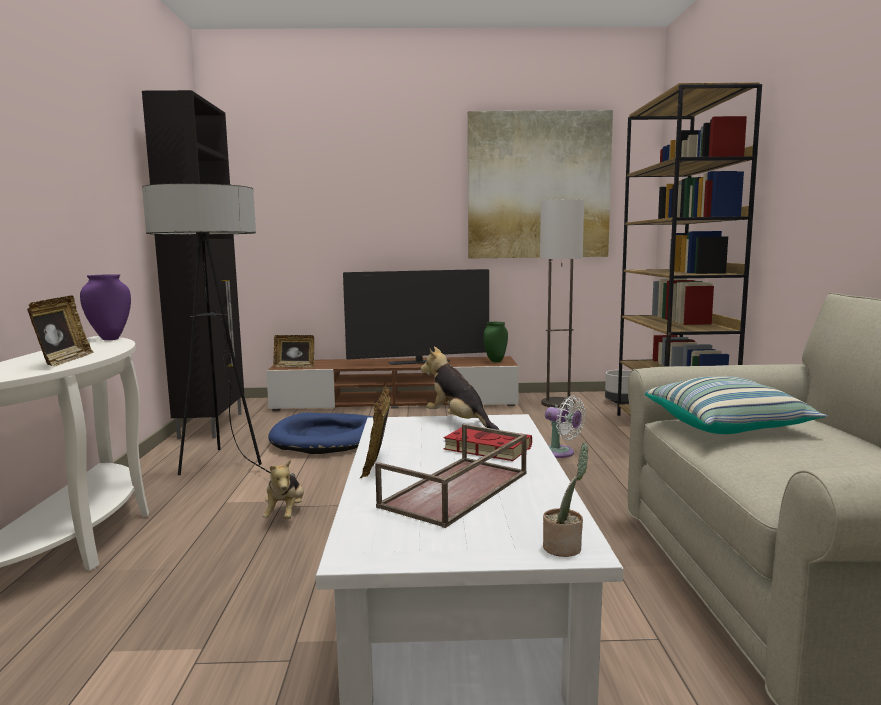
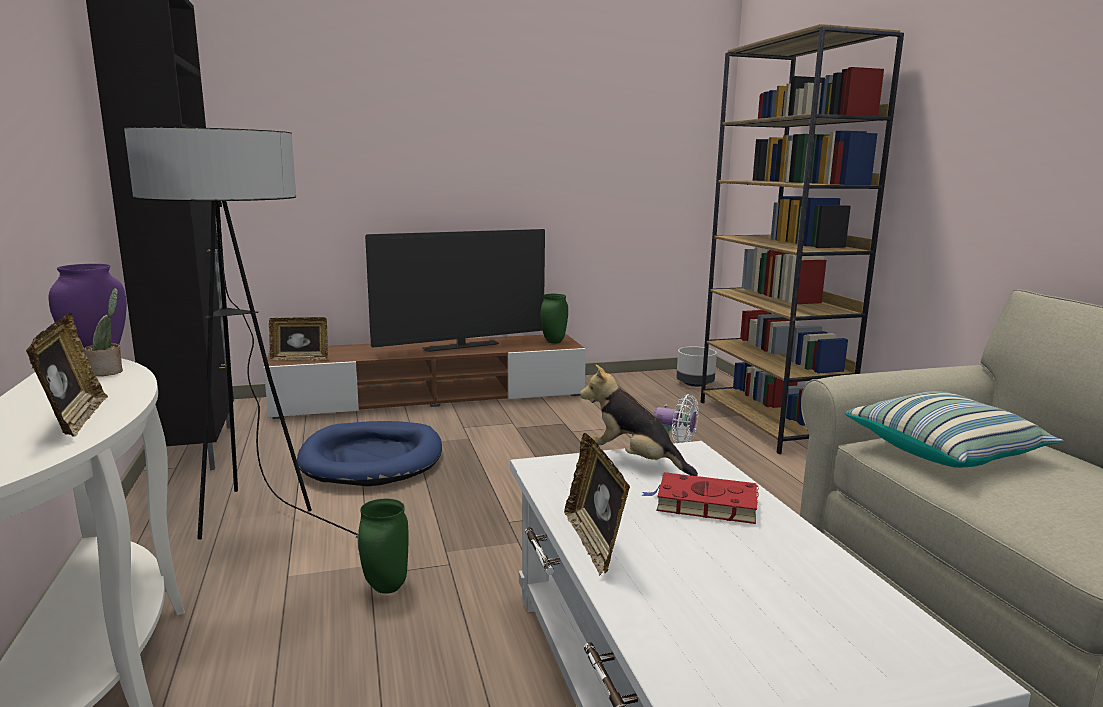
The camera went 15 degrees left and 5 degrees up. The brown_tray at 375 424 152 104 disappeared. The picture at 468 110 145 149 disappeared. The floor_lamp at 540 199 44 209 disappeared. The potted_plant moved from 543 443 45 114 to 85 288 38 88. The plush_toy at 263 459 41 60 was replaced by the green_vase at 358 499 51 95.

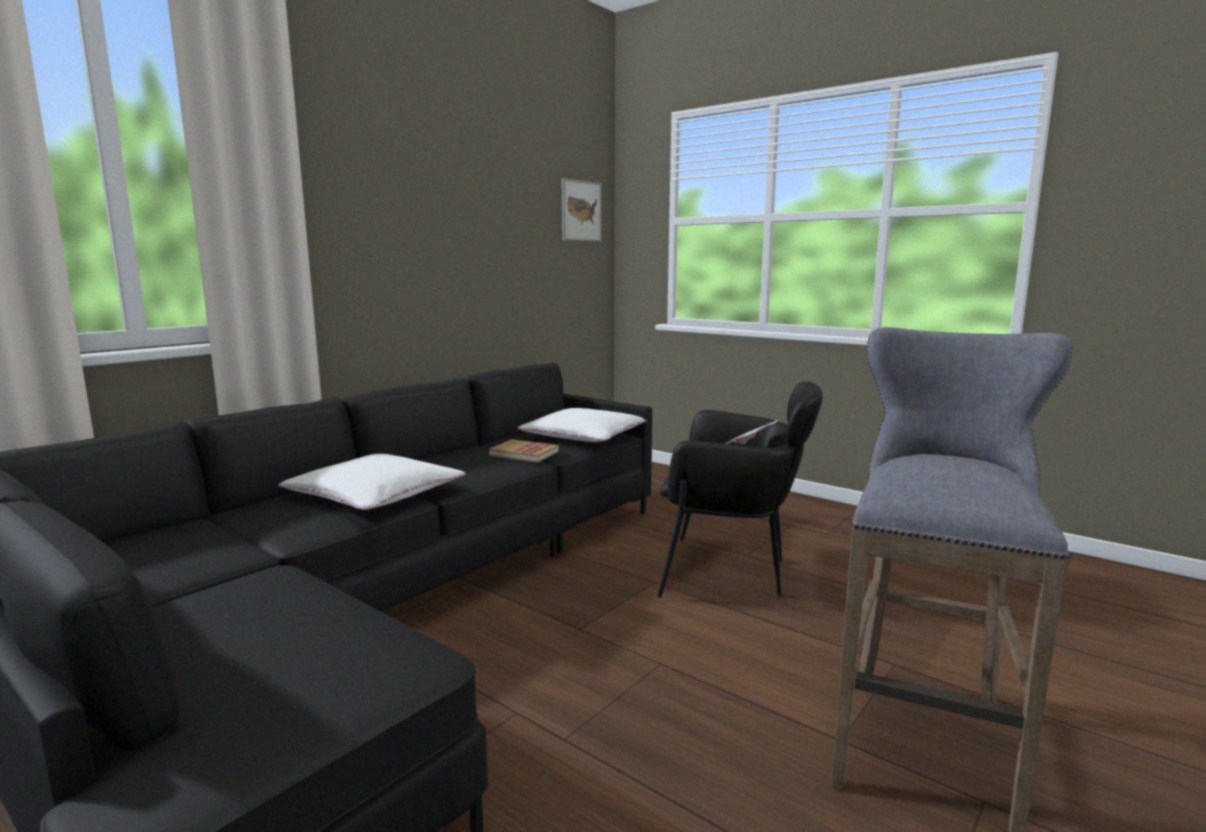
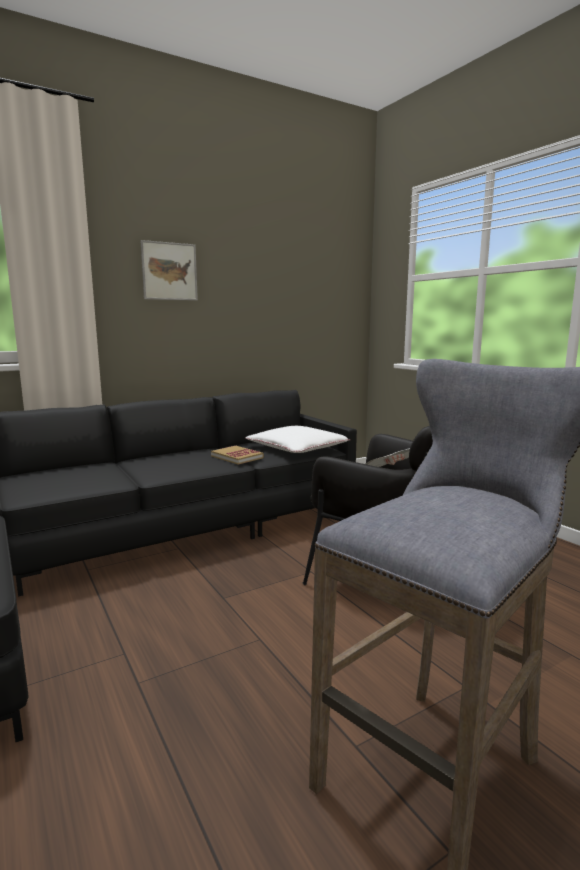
The camera went 20 degrees right and 0 degrees up. The white_pillow at 278 454 188 56 disappeared. The picture moved from 562 178 39 63 to 140 240 58 61.

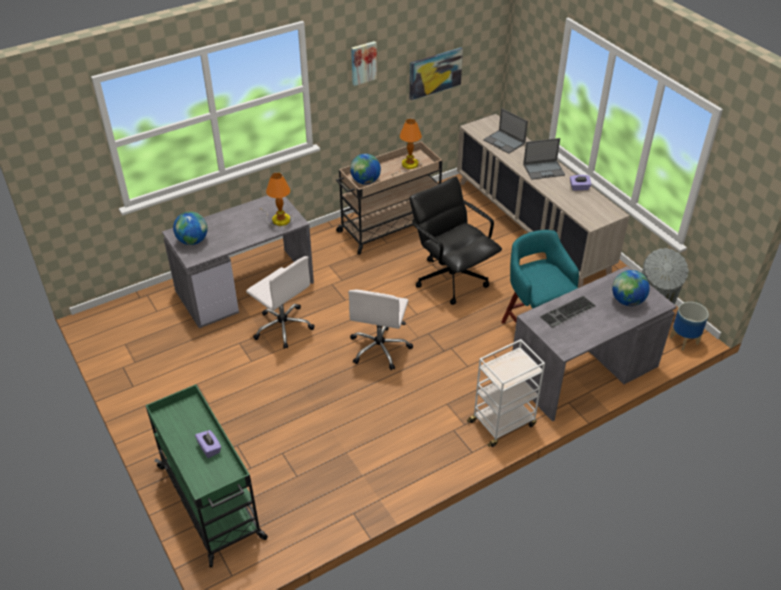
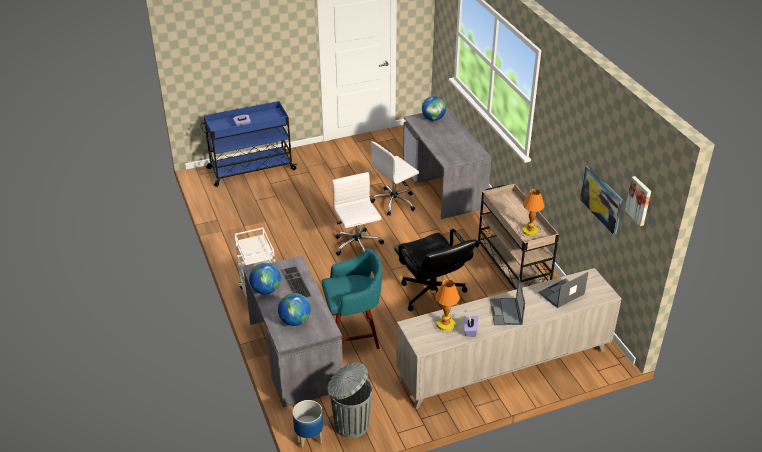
The camera went 100 degrees right and 5 degrees down. The table_lamp moved from 260 172 33 56 to 433 280 34 53. The globe moved from 350 154 31 31 to 249 263 32 31. The picture moved from 351 41 26 45 to 625 176 26 50. The green_cart at 146 384 122 183 became the blue_cart at 199 101 98 86. The white_office_chair at 348 289 65 81 turned 45 degrees clockwise. The black_office_chair at 409 176 93 129 turned 90 degrees clockwise.

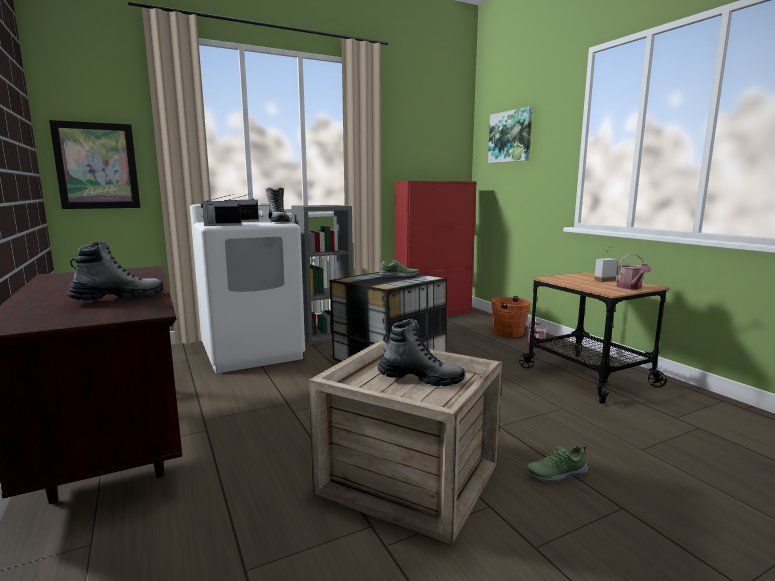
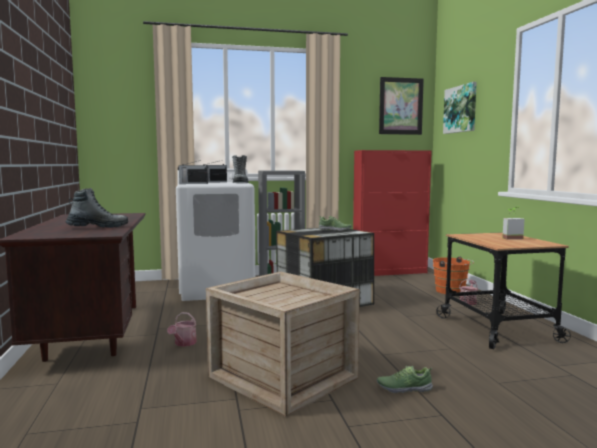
The camera went 15 degrees right and 5 degrees down. The boot at 378 319 87 67 disappeared. The picture moved from 49 120 92 89 to 379 77 45 58. The watering_can moved from 616 254 36 35 to 167 312 30 35.

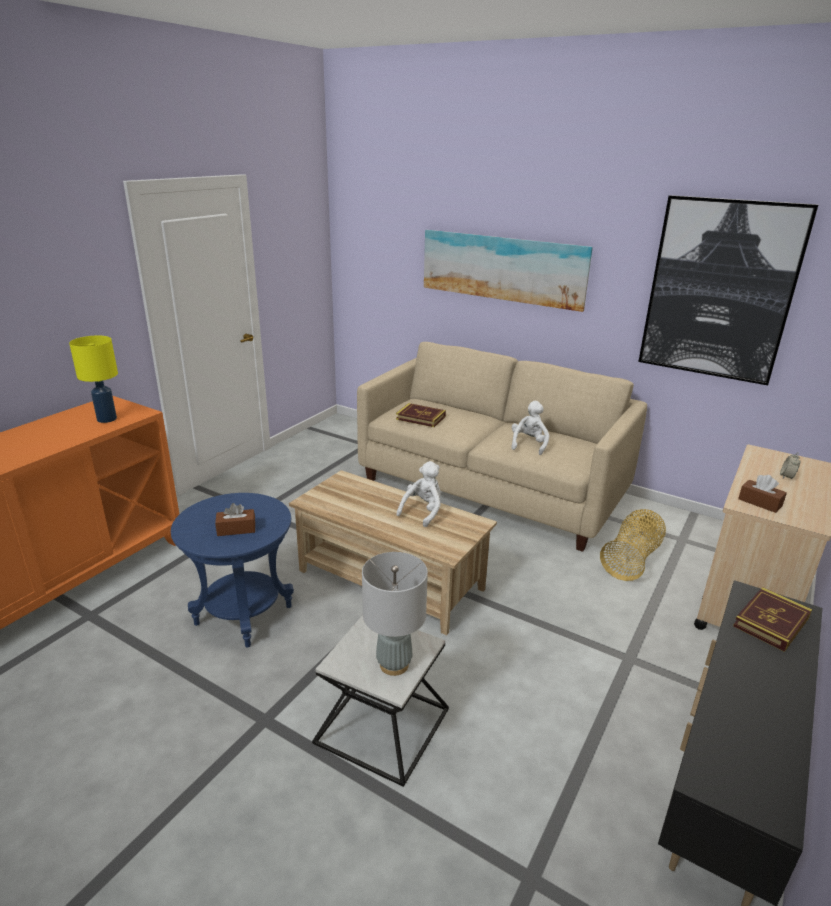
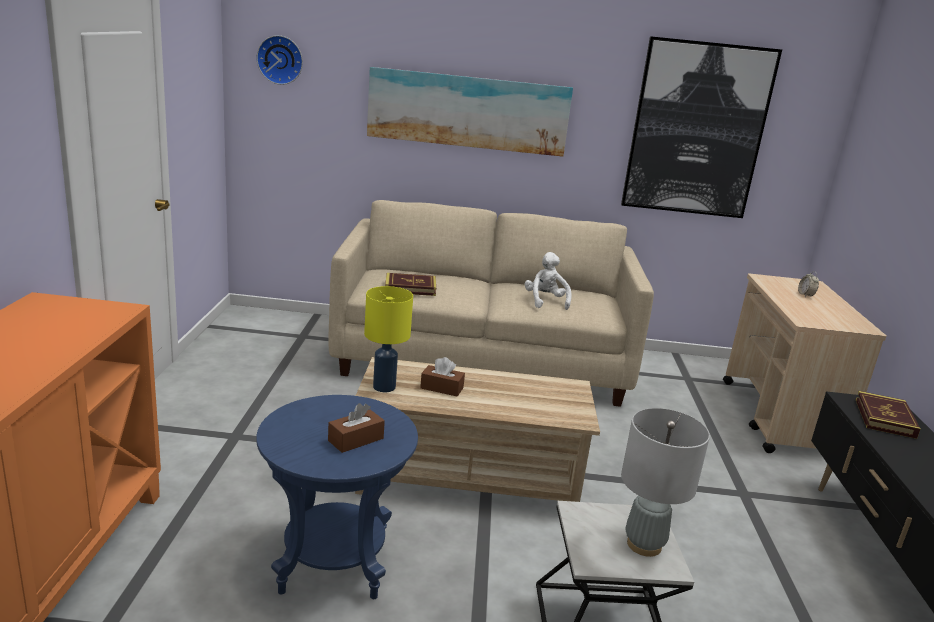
The camera went 30 degrees left and 5 degrees down. The white_plush_toy at 396 461 45 66 disappeared. The basket at 600 509 66 72 disappeared. The wall_clock at 257 35 46 50 appeared. The yellow_table_lamp moved from 69 335 49 88 to 364 286 49 106. The brown_tissue_box moved from 738 475 49 38 to 420 357 45 39.

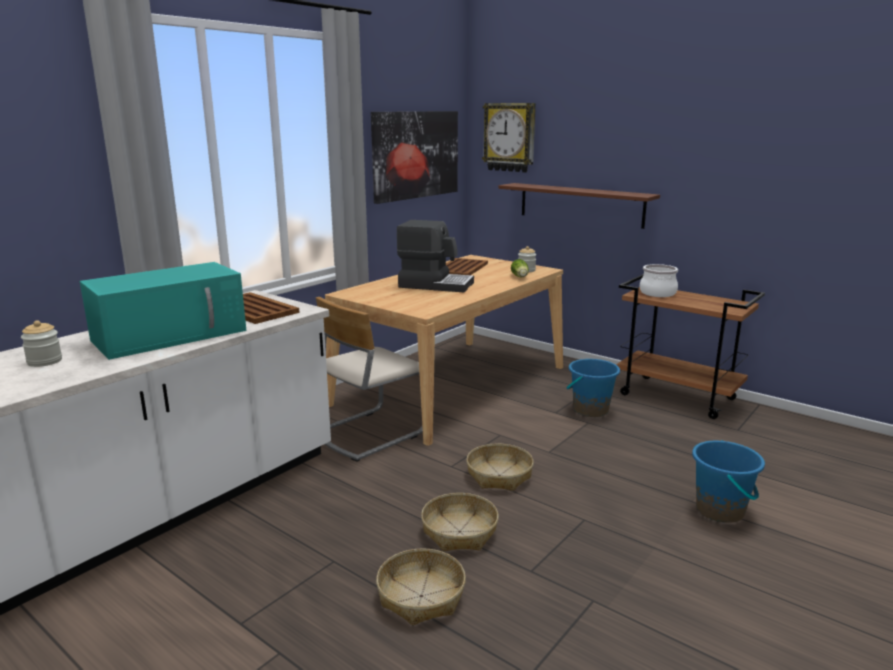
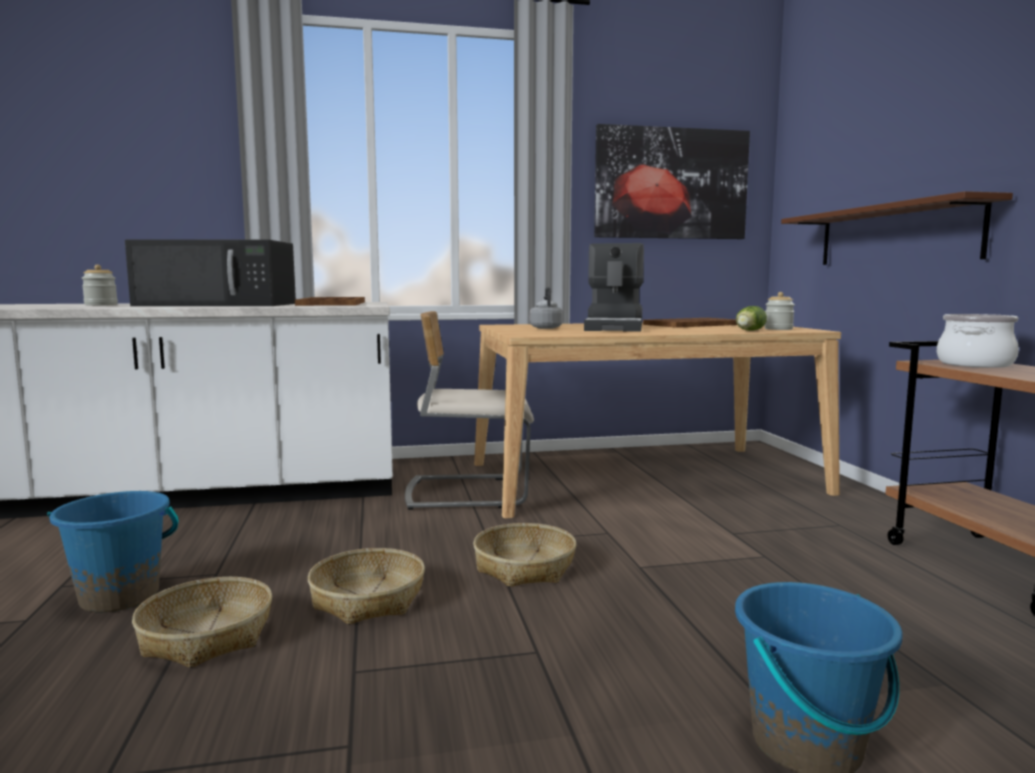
The camera went 40 degrees right and 10 degrees down. The wall_clock at 482 103 54 69 disappeared. The grey_kettle at 530 287 33 42 appeared. The blue_bucket moved from 566 359 54 58 to 47 491 132 121. The turquoise_microwave at 80 262 166 98 became the black_microwave at 125 239 171 67. The coffee_machine at 397 220 77 72 turned 45 degrees clockwise.

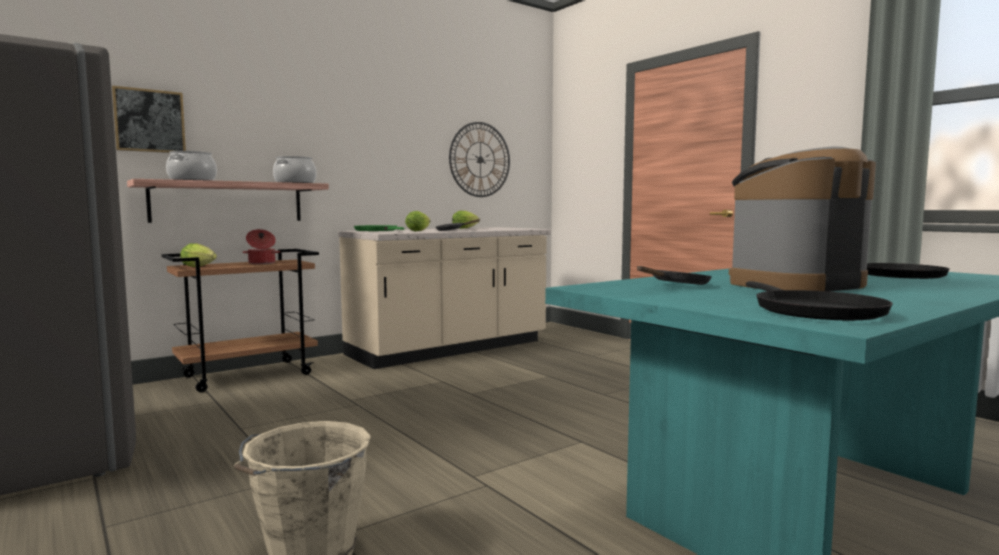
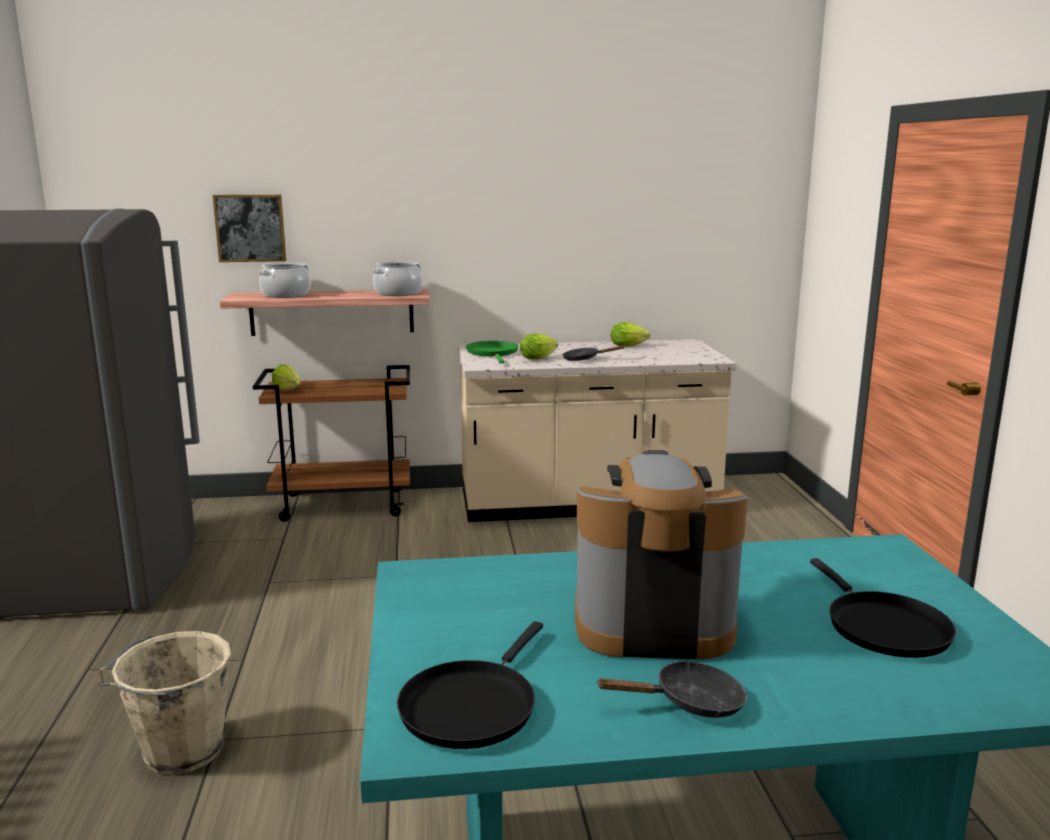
The camera went 30 degrees right and 10 degrees up. The cooking_pot at 243 229 37 35 disappeared. The wall_clock at 449 122 61 75 disappeared. The black_frying_pan moved from 637 266 75 19 to 596 661 151 57.

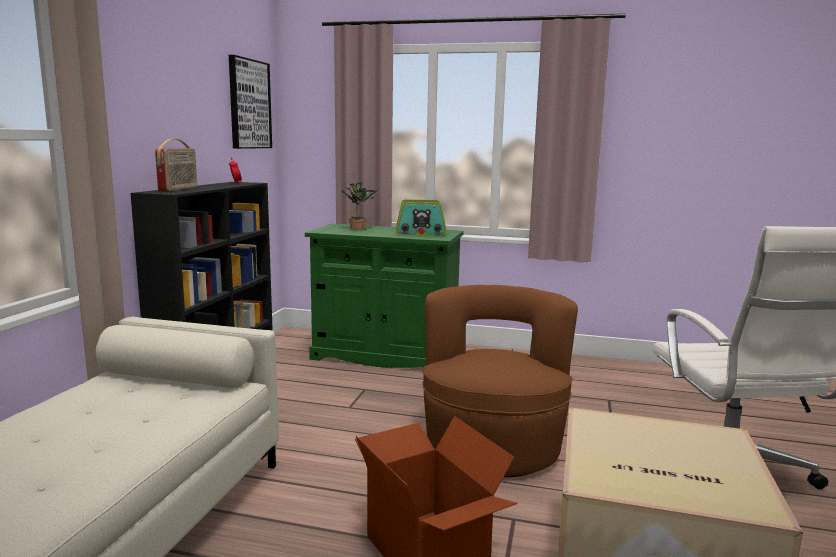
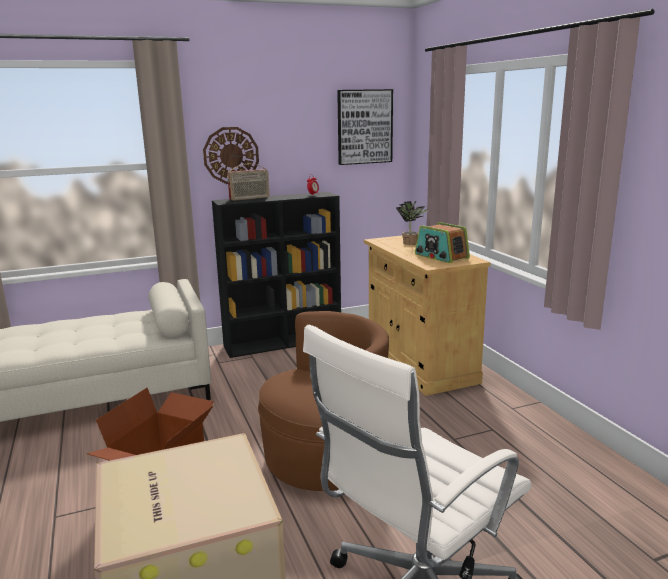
The camera went 55 degrees right and 5 degrees up. The wall_clock at 203 127 56 57 appeared. The green_cabinet at 305 224 159 144 became the beige_cabinet at 364 235 126 161.

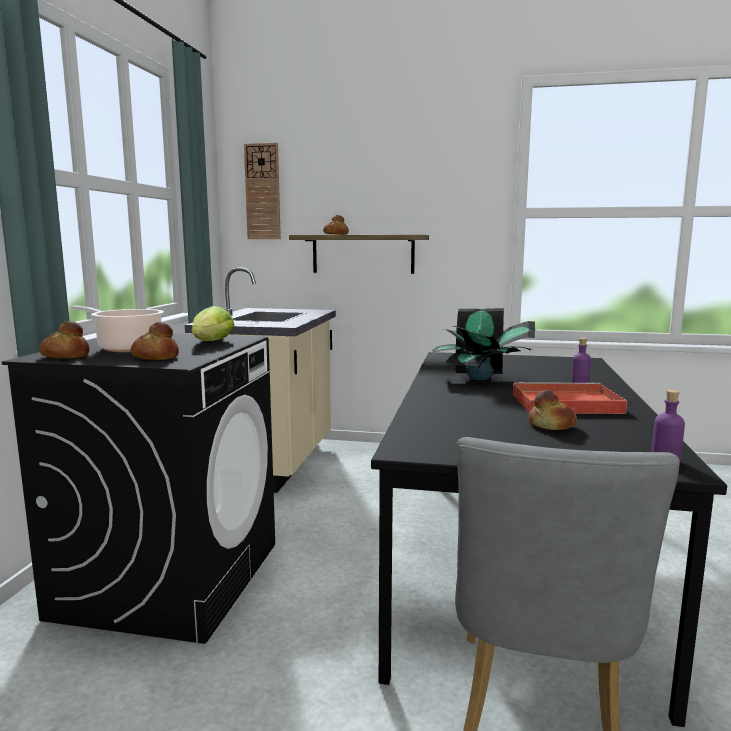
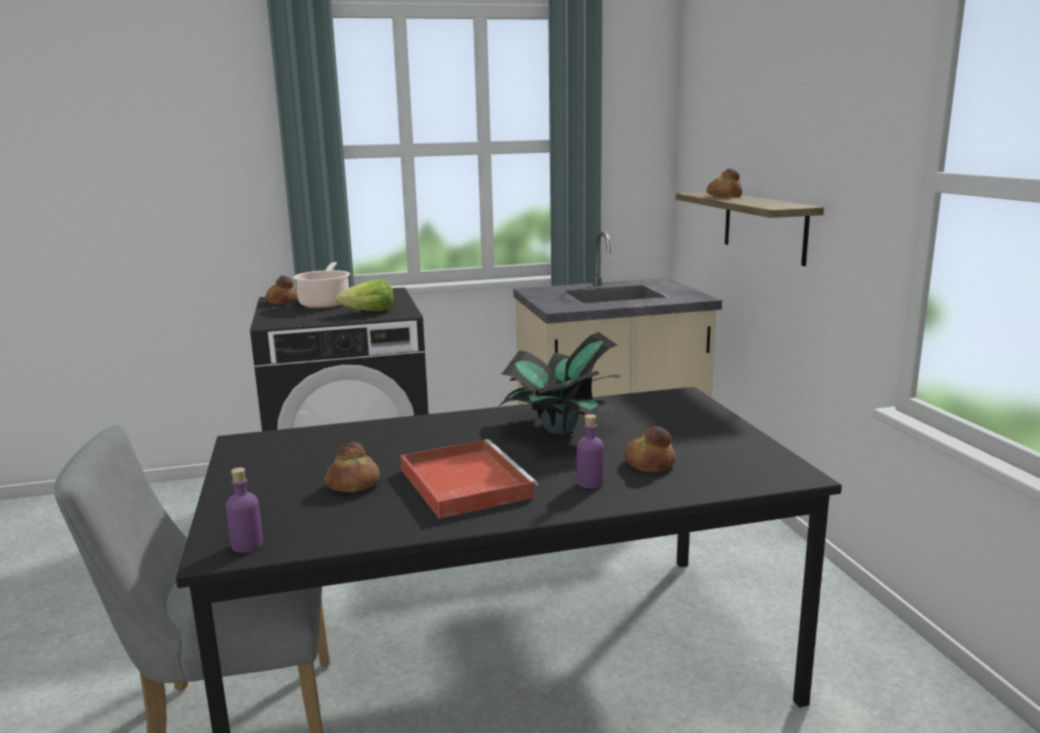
The camera went 65 degrees right and 5 degrees up. The wall_clock at 244 143 37 96 disappeared. The bread moved from 131 322 48 38 to 625 426 50 46.

